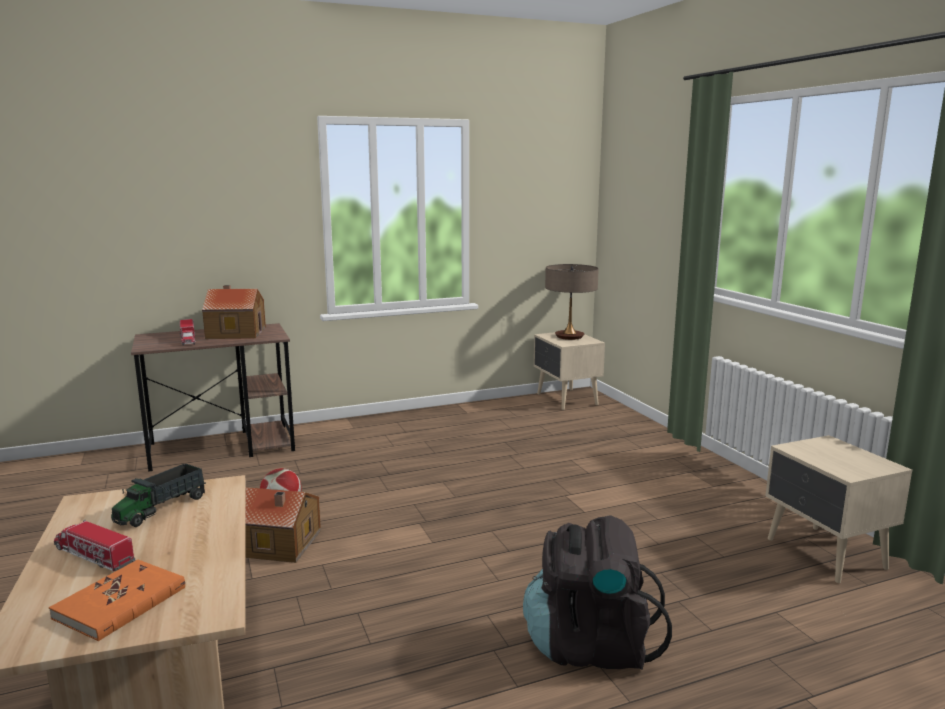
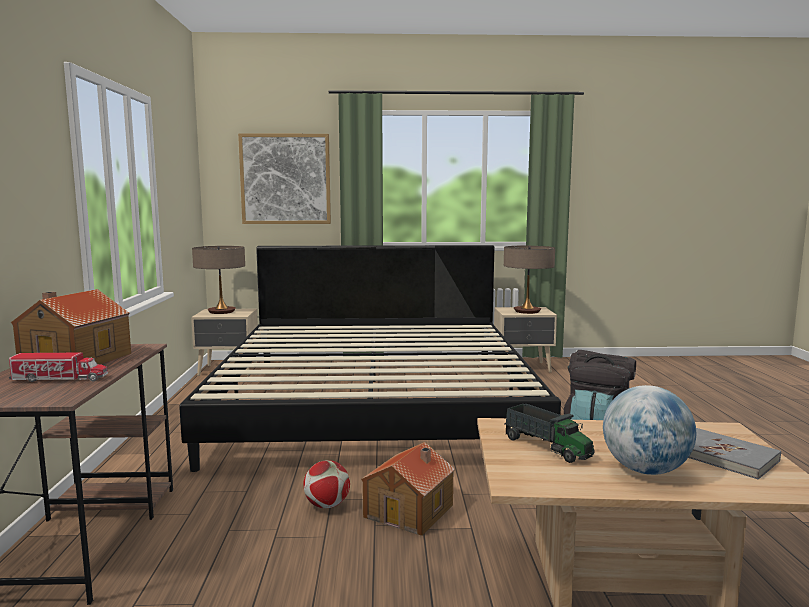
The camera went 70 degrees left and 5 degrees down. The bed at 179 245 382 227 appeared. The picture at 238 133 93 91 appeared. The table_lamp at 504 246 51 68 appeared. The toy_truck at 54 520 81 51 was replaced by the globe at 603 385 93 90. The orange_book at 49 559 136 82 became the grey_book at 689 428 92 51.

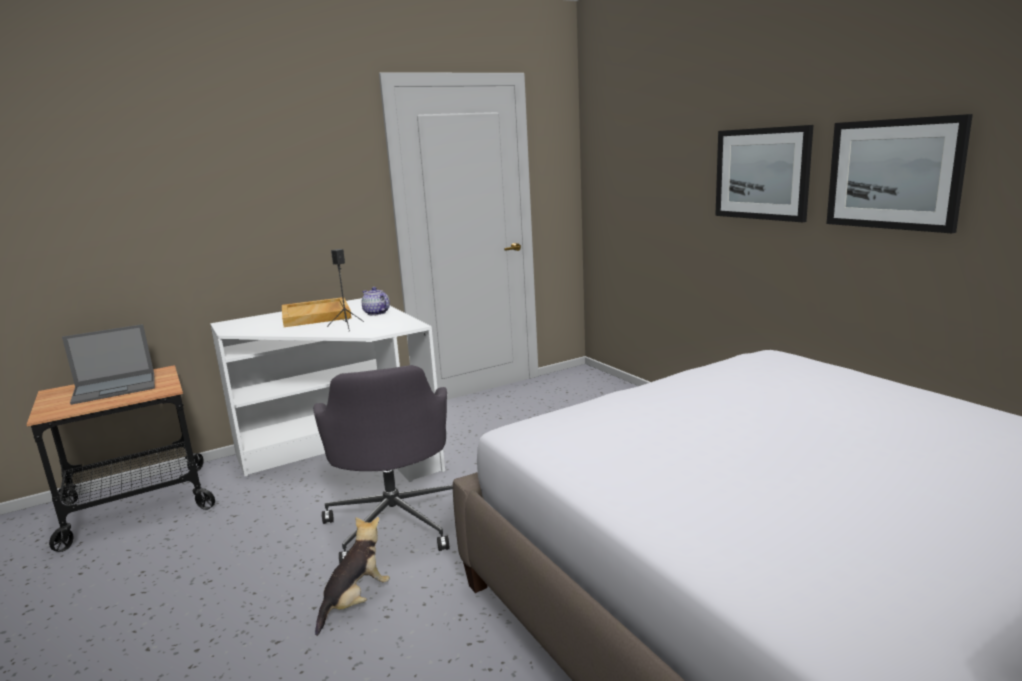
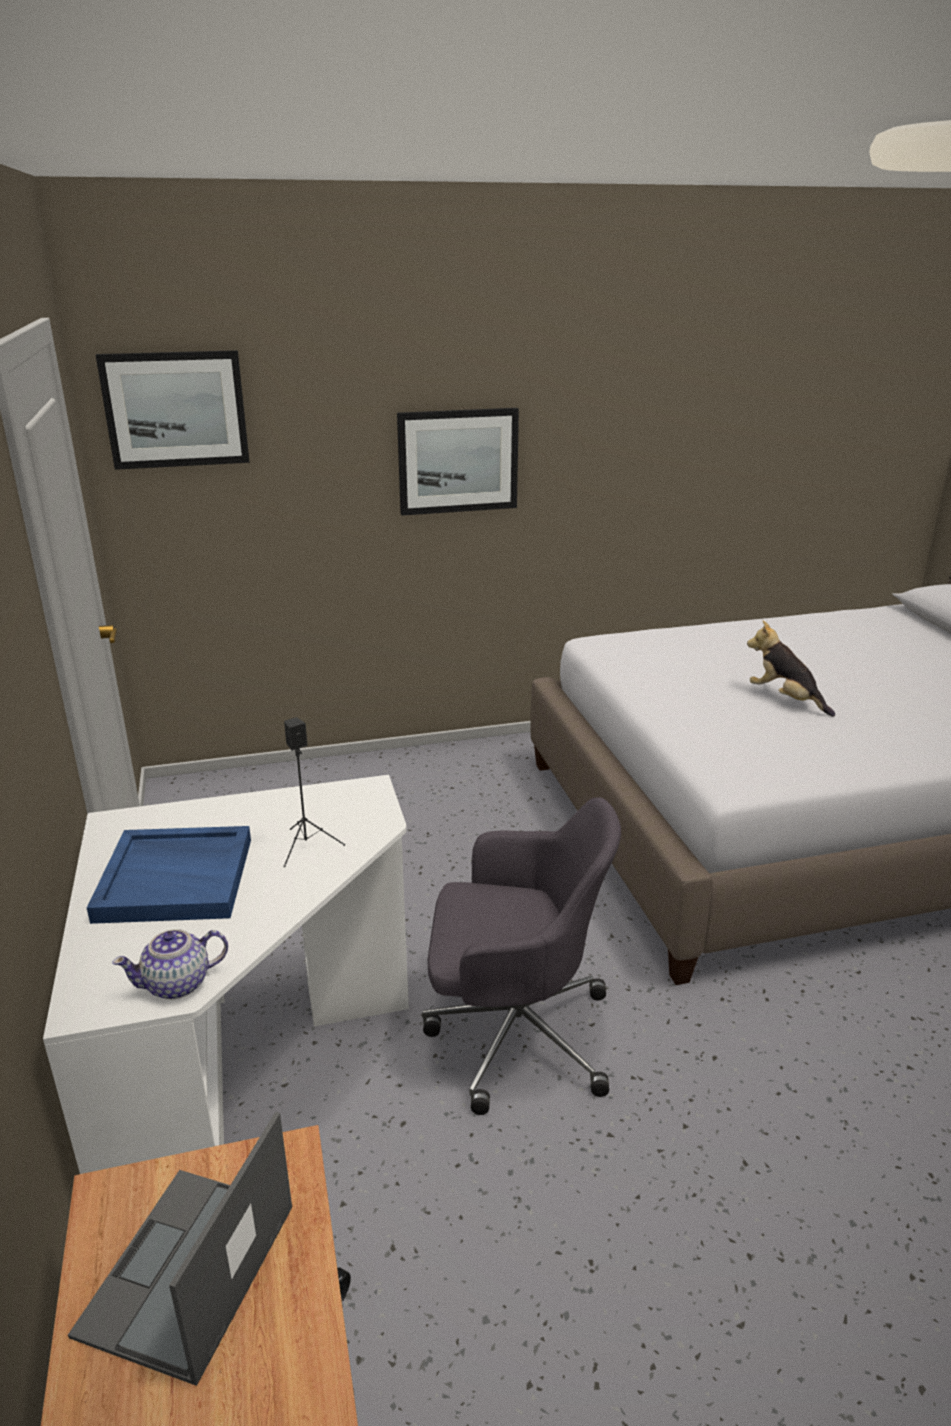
The camera went 75 degrees left and 10 degrees up. The plush_toy moved from 315 517 75 119 to 747 621 88 96. The teapot moved from 362 287 28 29 to 112 929 116 70. The picture moved from 826 114 147 119 to 96 350 154 120. The beige_tray at 282 297 69 30 became the blue_tray at 87 826 164 98. The laptop at 62 324 93 81 turned 150 degrees counterclockwise.

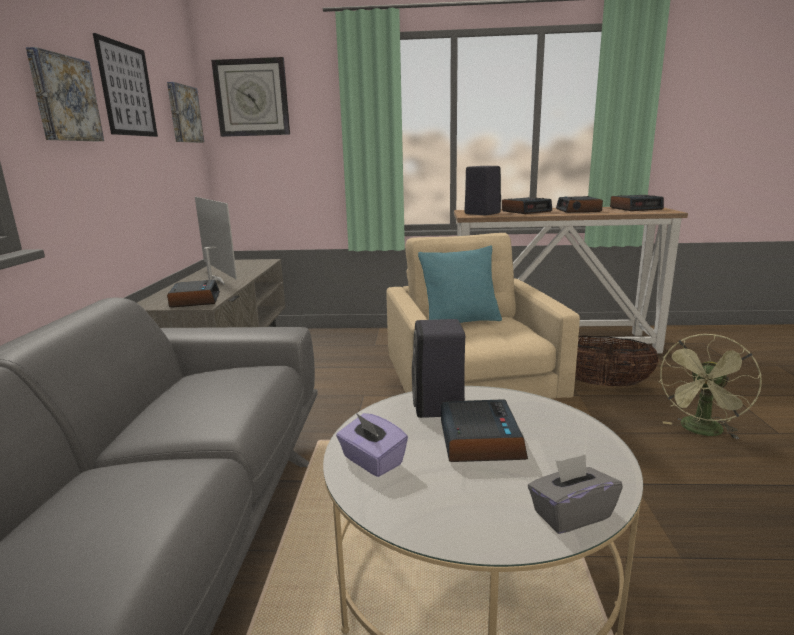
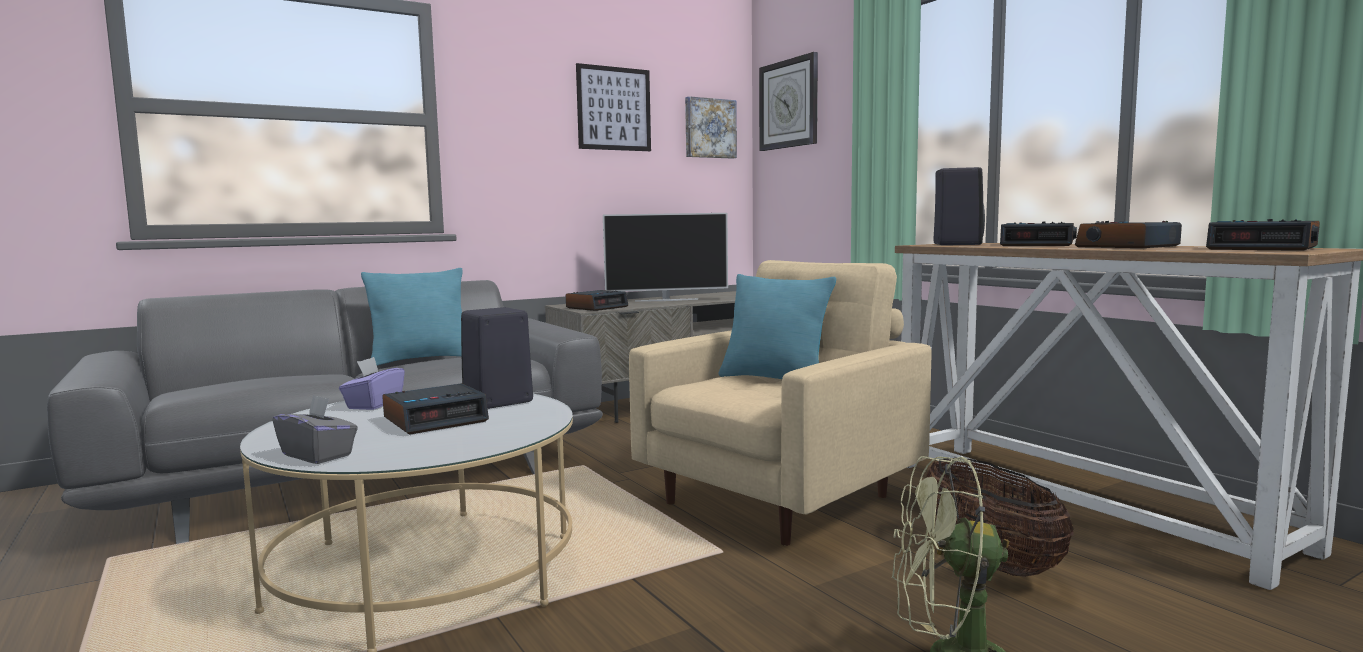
The camera went 55 degrees right and 10 degrees down. The picture at 26 47 78 94 disappeared. The turquoise_pillow at 361 268 102 98 appeared. The television at 195 197 42 88 turned 60 degrees clockwise.

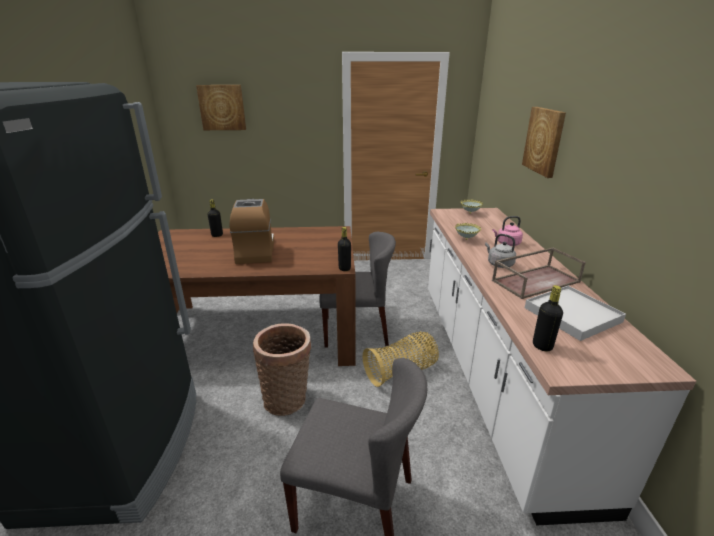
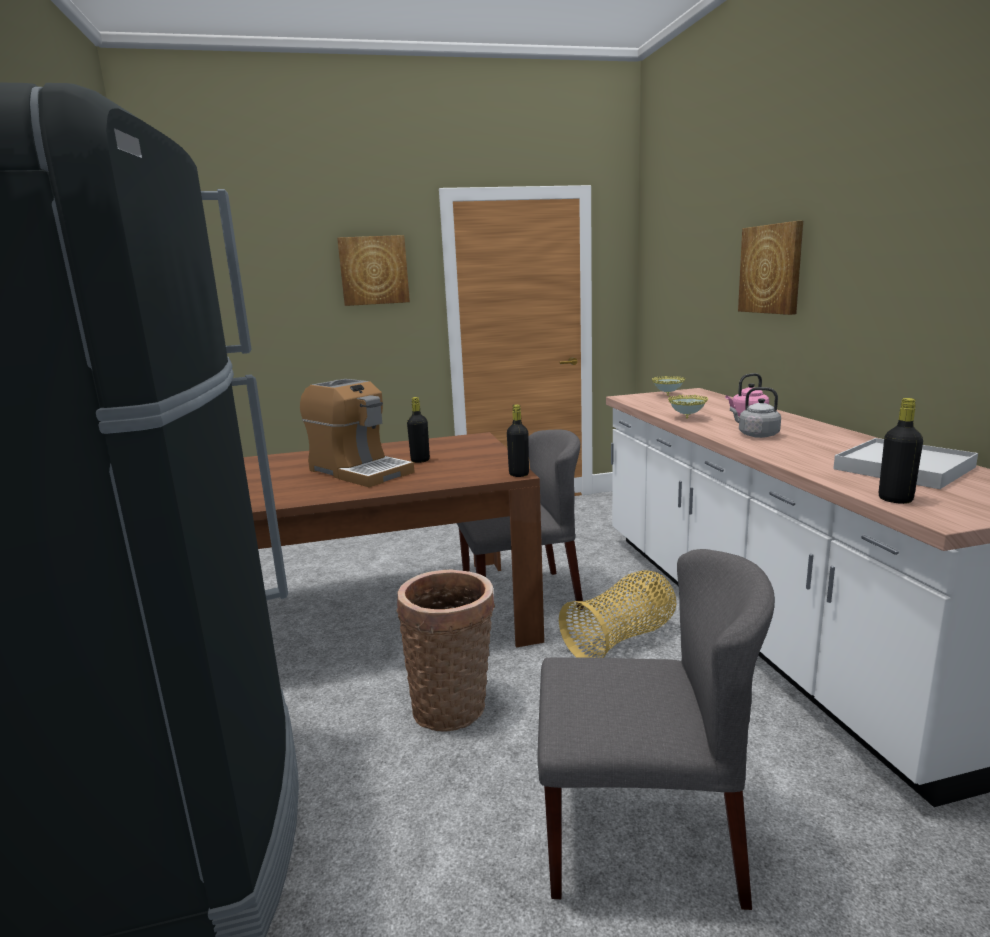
The camera went 10 degrees left and 10 degrees down. The brown_tray at 492 248 94 51 disappeared. The picture moved from 196 85 50 45 to 337 235 73 71. The black_bottle moved from 208 199 15 38 to 407 397 23 66. The coffee_machine at 229 199 45 65 turned 150 degrees clockwise.

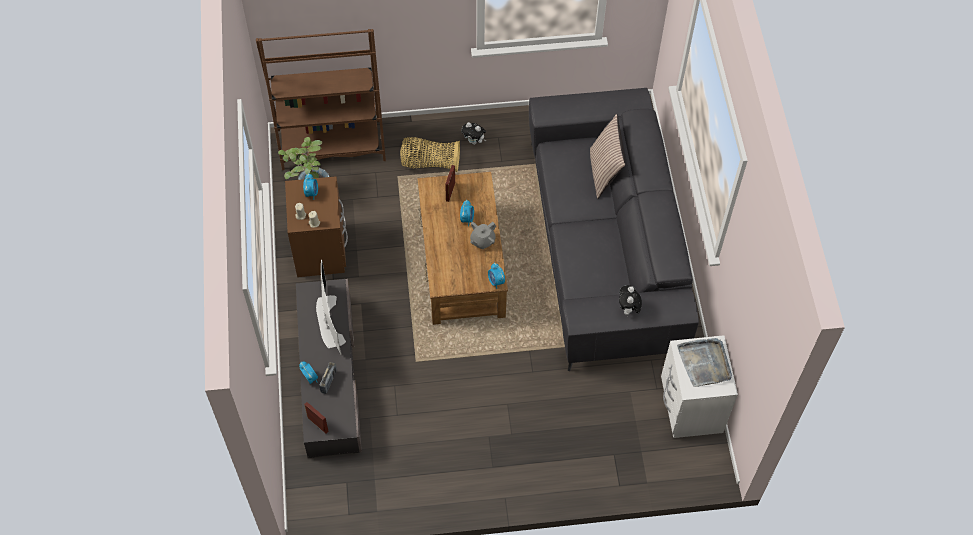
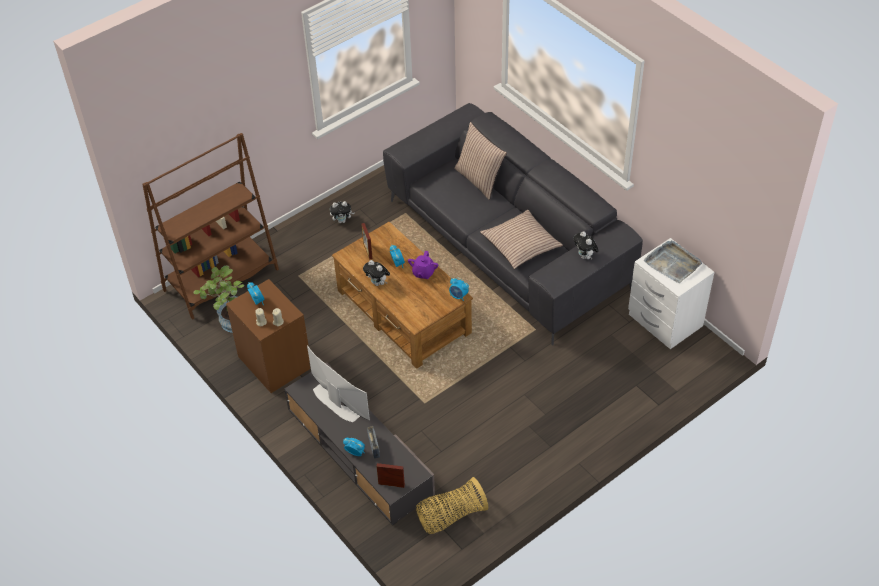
The camera went 30 degrees left and 10 degrees down. The plush_toy at 363 260 27 26 appeared. The pillow at 480 210 83 59 appeared. The basket moved from 400 137 60 35 to 416 477 72 57. The grey_teapot at 470 222 26 27 became the purple_teapot at 408 251 30 28.

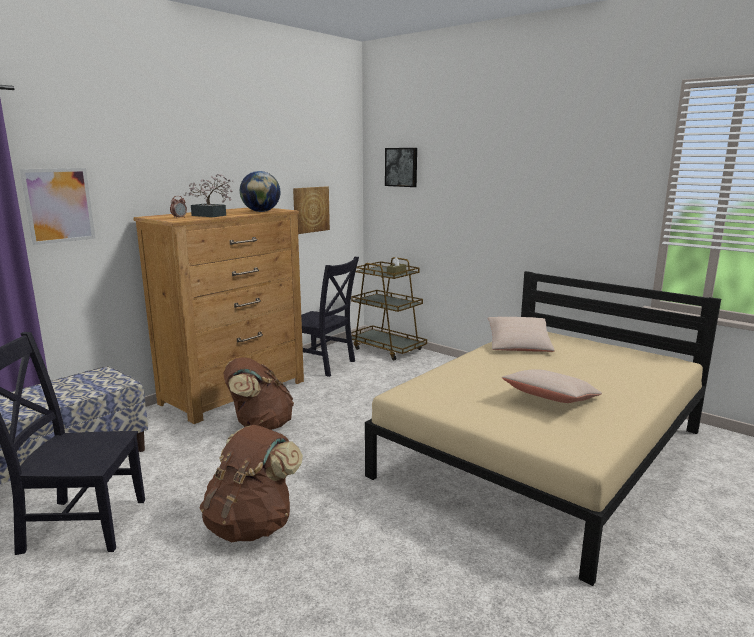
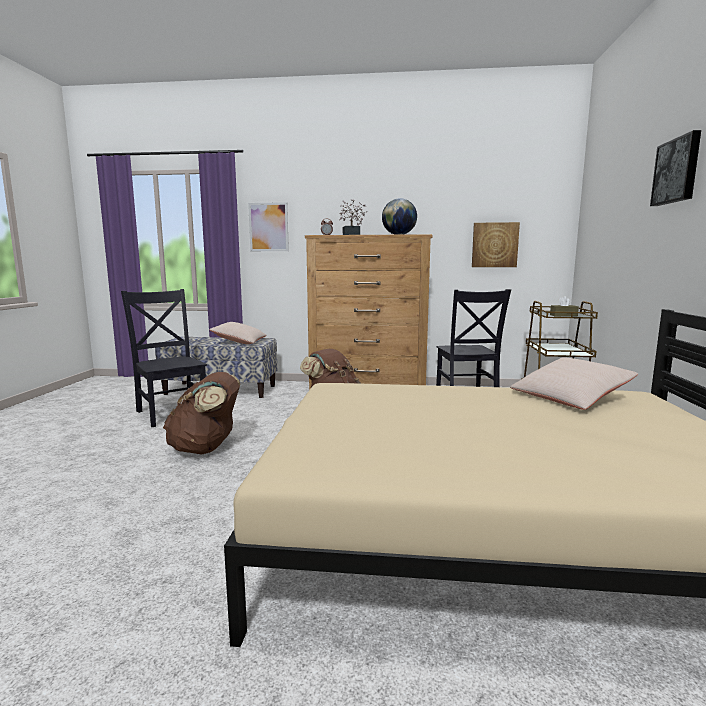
The camera went 55 degrees right and 5 degrees down. The picture moved from 385 148 32 39 to 650 130 51 76. The beige_pillow moved from 502 369 100 34 to 209 322 58 22.

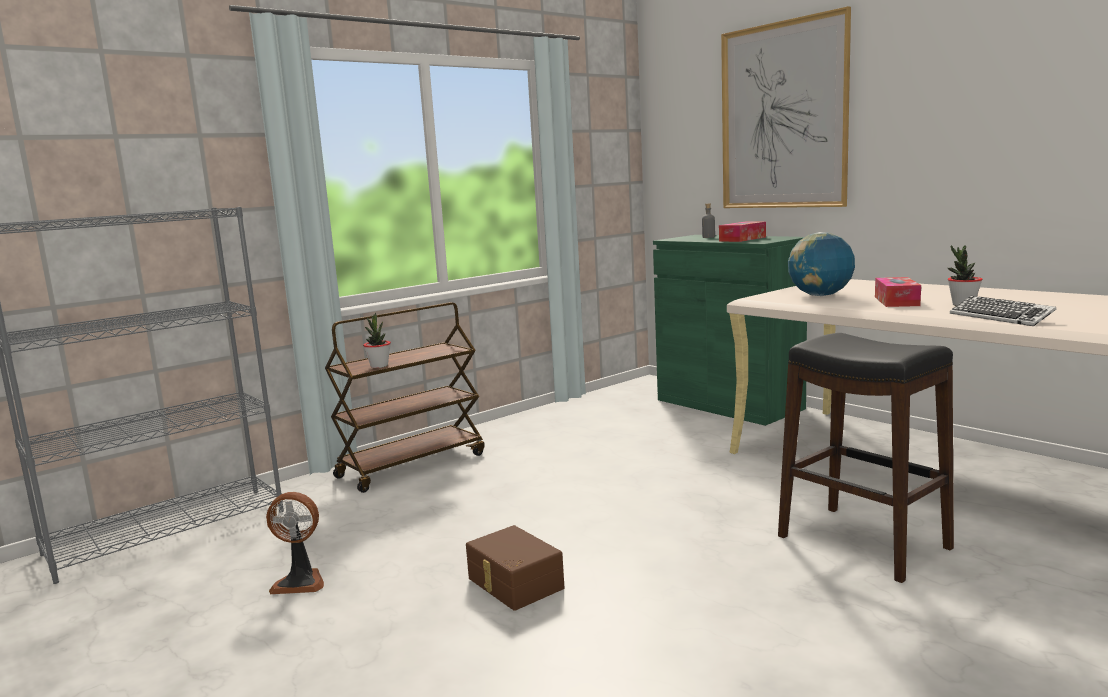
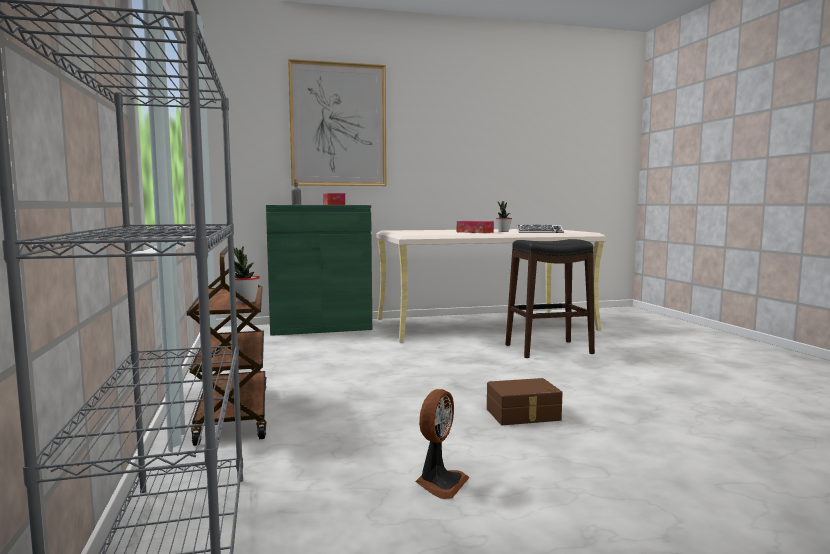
The camera went 65 degrees left and 5 degrees down. The globe at 788 232 67 64 disappeared.

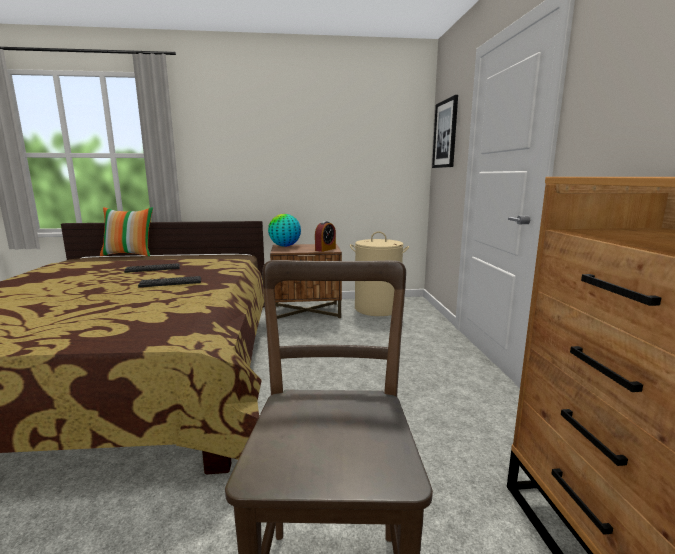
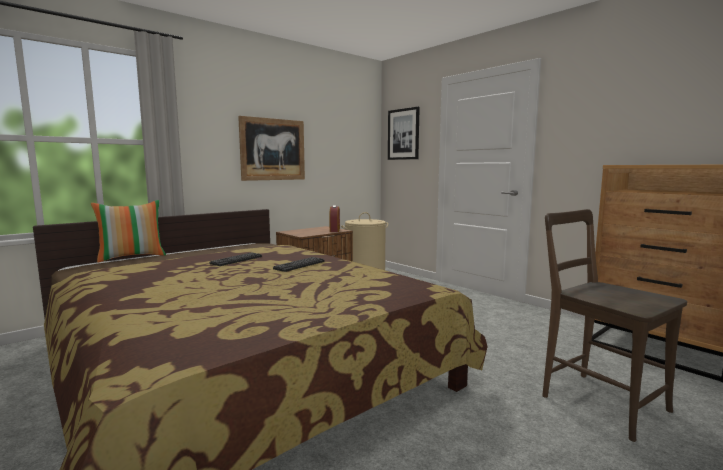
The camera went 35 degrees left and 5 degrees down. The globe at 268 214 33 33 disappeared. The picture at 238 116 67 65 appeared.

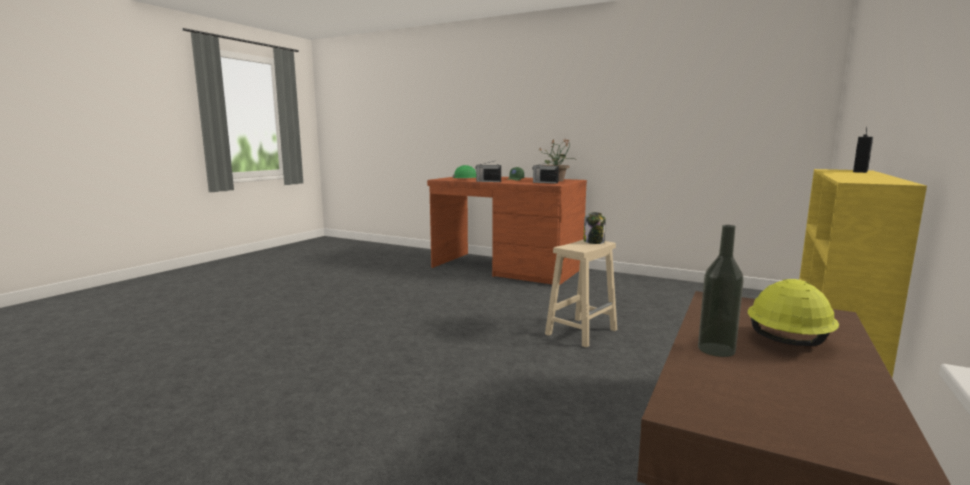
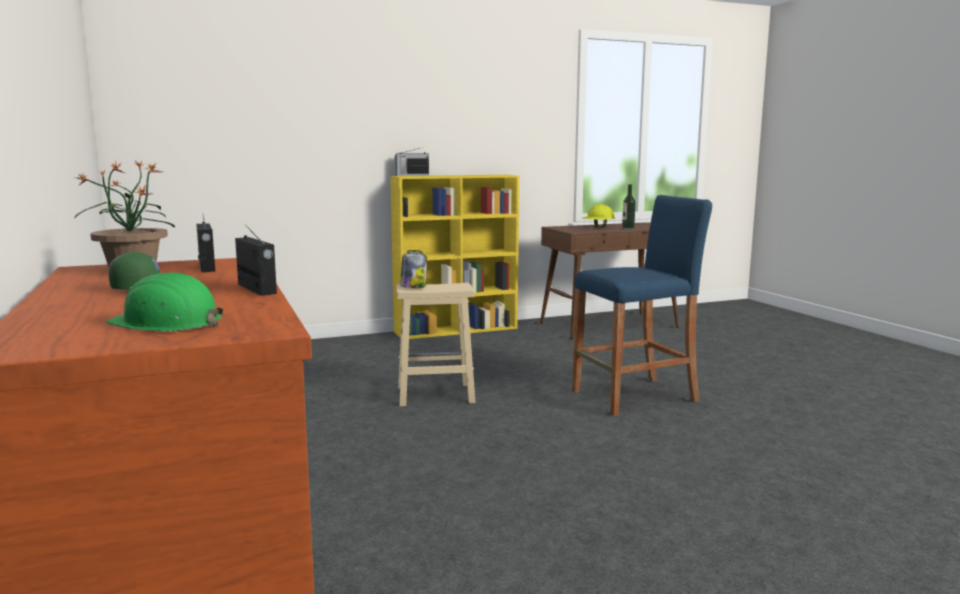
The camera went 140 degrees left and 0 degrees up. The blue_stool at 572 195 140 221 appeared.

